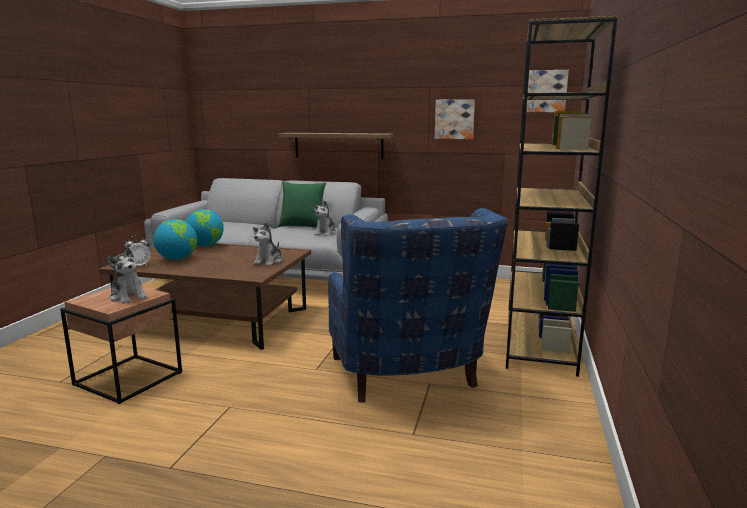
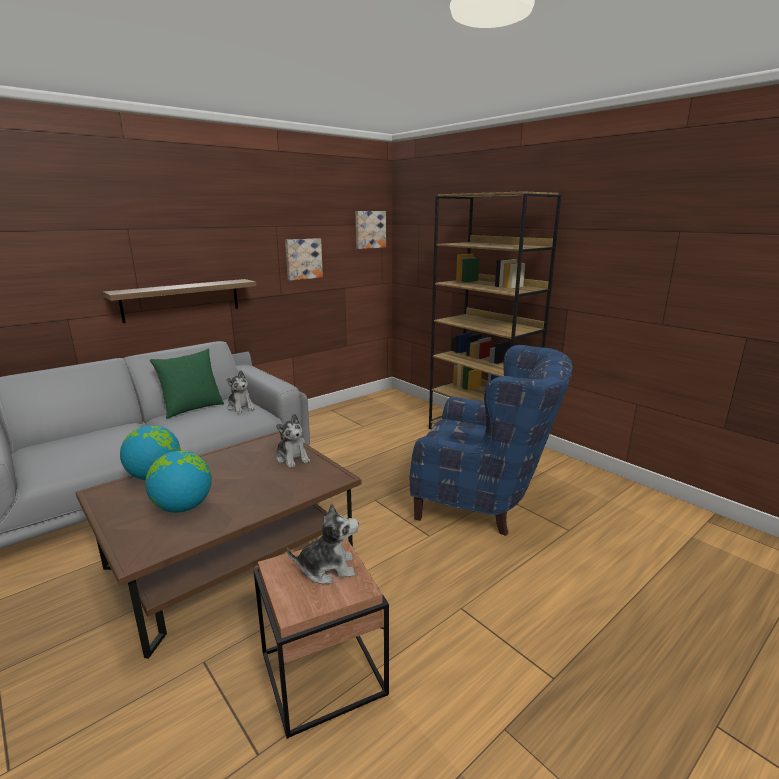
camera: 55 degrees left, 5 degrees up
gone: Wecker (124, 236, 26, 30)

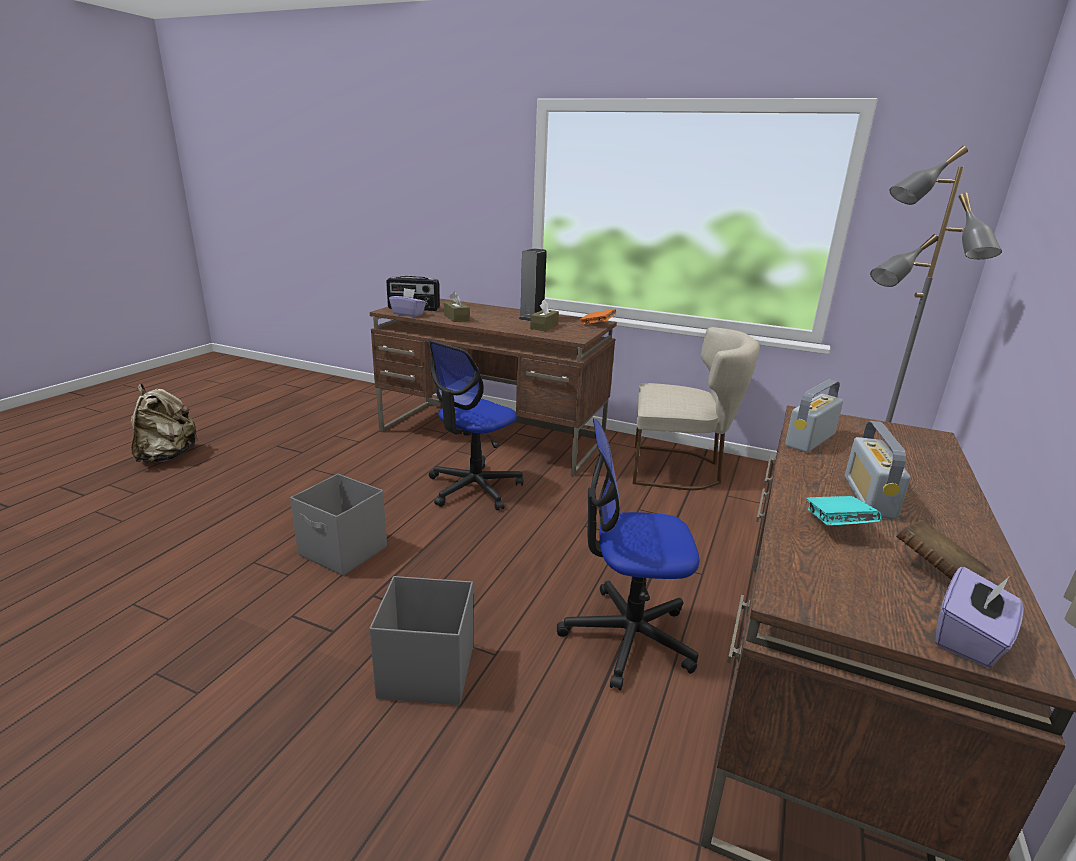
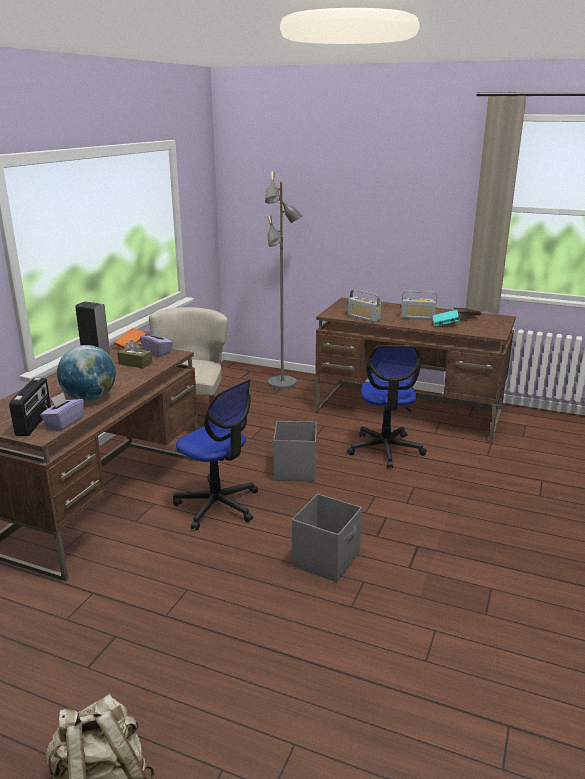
camera: 90 degrees left, 0 degrees up
shifted: Aufbewahrungsbox/grau (369, 576, 104, 129) to (272, 421, 45, 61); Taschentuchbox/lila (935, 567, 89, 101) to (140, 329, 33, 27)
swapped: Taschentuchbox/braun (444, 291, 26, 31) to Globus (57, 345, 59, 56)

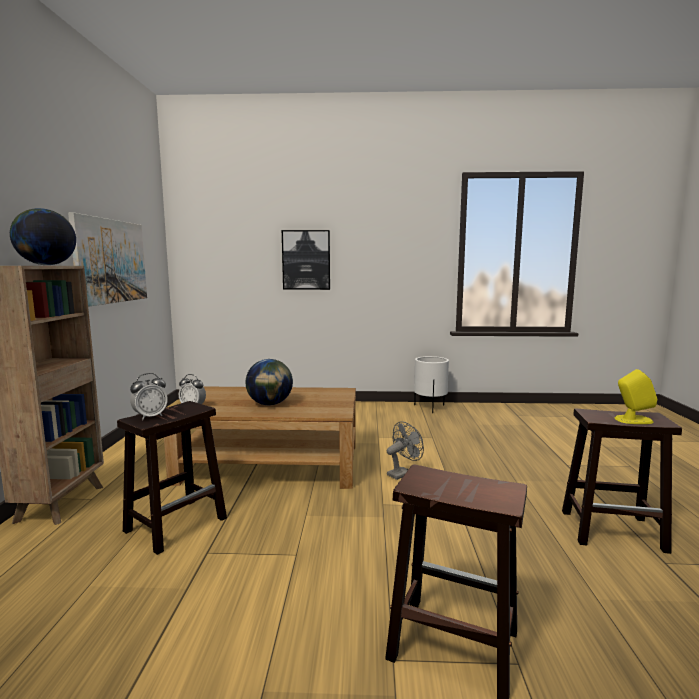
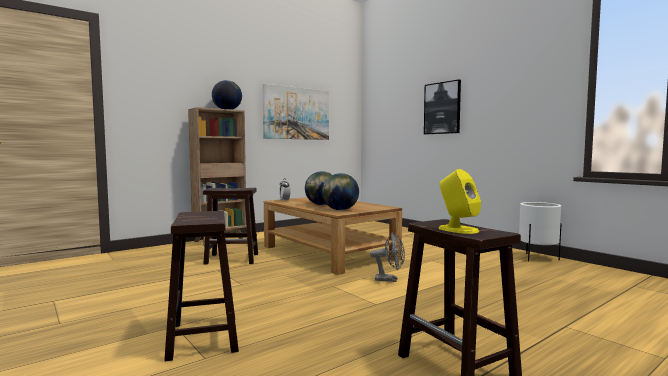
camera: 50 degrees right, 5 degrees down
gone: Wecker (130, 373, 38, 47)
new: Globus (322, 173, 37, 37)

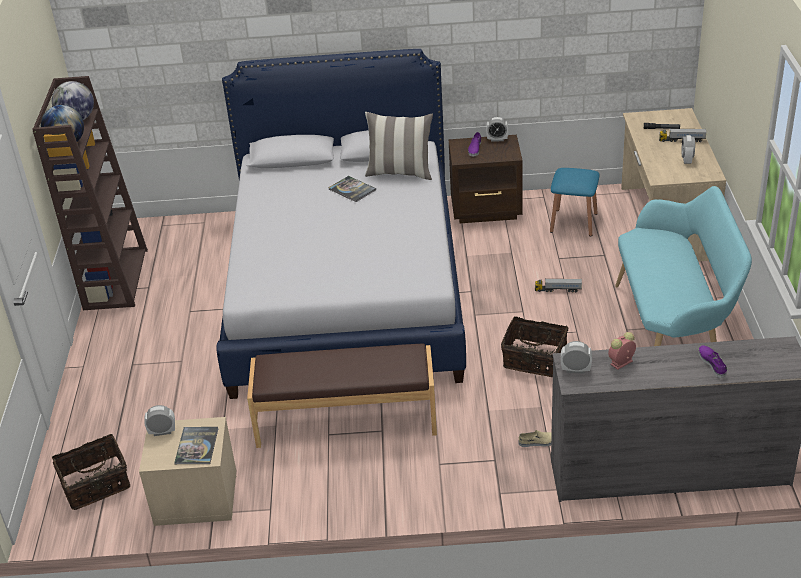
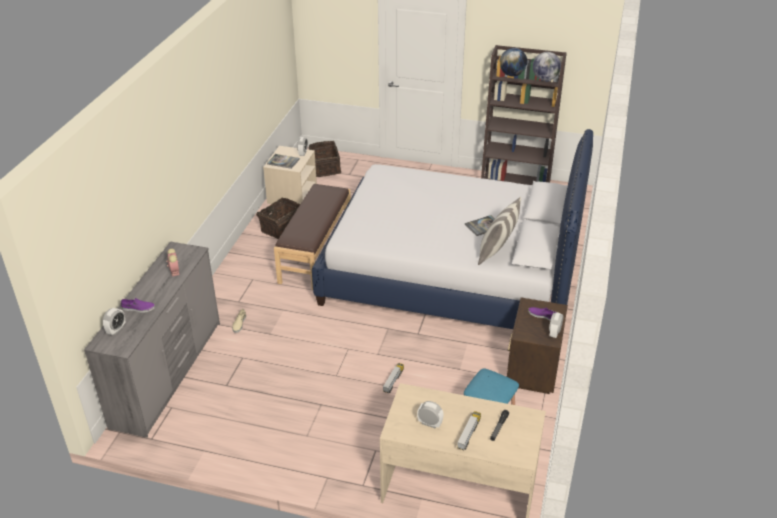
camera: 105 degrees right, 0 degrees up
gone: Bank/türkis (615, 186, 137, 160)
shifted: Korb (501, 316, 68, 61) to (256, 198, 44, 41); Wecker (561, 341, 31, 33) to (103, 308, 22, 27)

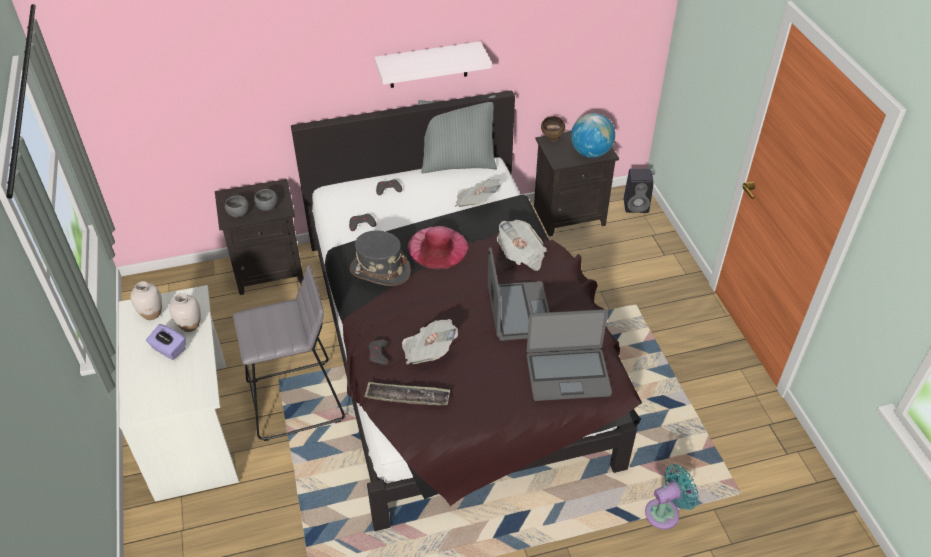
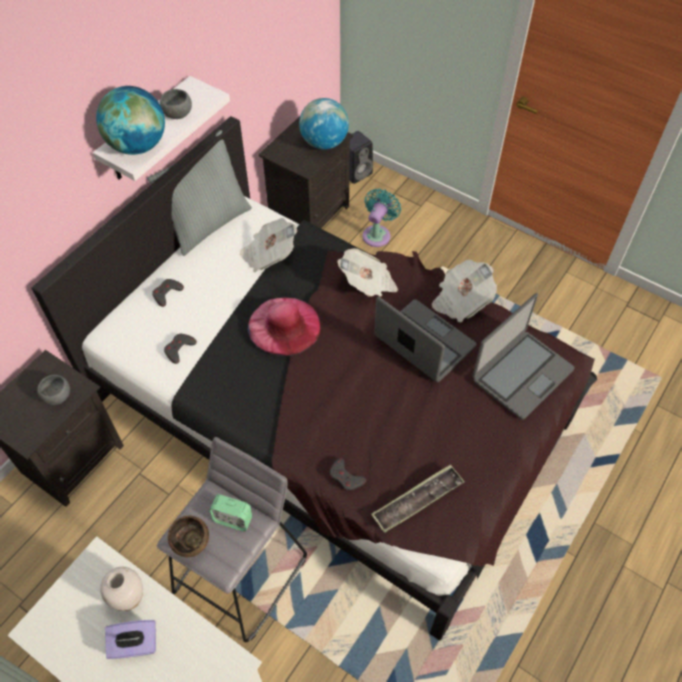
camera: 40 degrees left, 10 degrees up
gone: Vase/weiß (131, 281, 31, 39); Hut/grau (350, 230, 61, 56)
new: Globus (96, 86, 69, 69); Wecker (210, 494, 42, 37)
shifted: Schüssel/grau (225, 195, 24, 22) to (160, 89, 32, 30); Zeitung (402, 319, 56, 45) to (432, 259, 65, 64); Schüssel/braun (541, 116, 24, 26) to (168, 516, 41, 41); Ventilator/türkis (645, 464, 54, 65) to (363, 188, 38, 59)

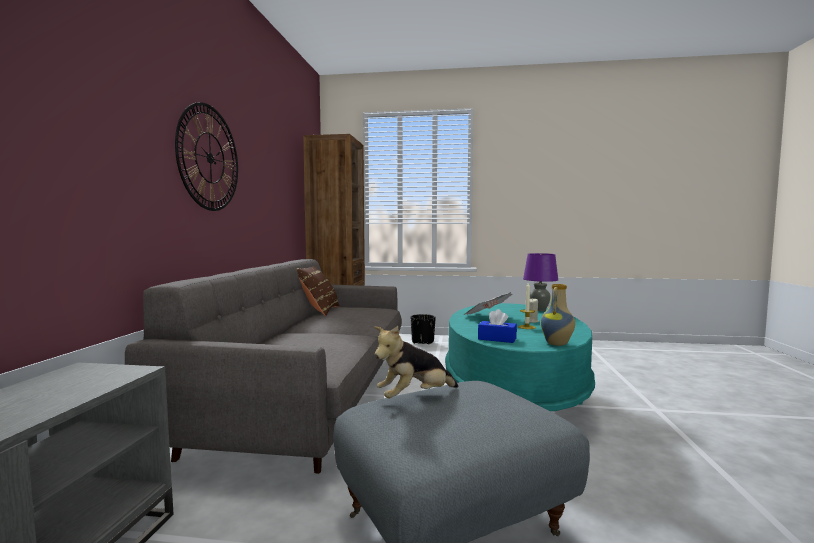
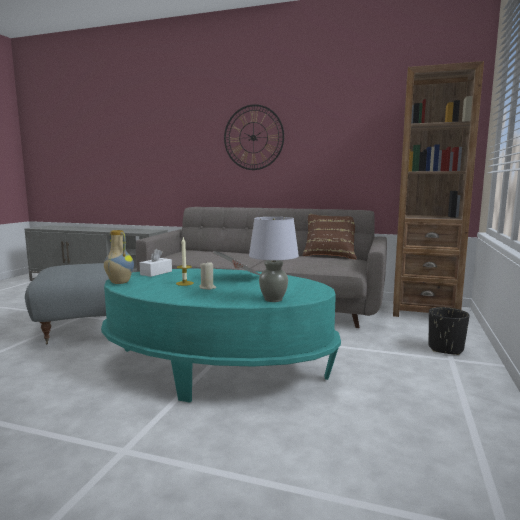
camera: 100 degrees right, 5 degrees up
gone: Plüschtier (375, 326, 83, 72)
repainted: Taschentuchbox/blau (478, 309, 39, 34) to Taschentuchbox/weiß (140, 249, 32, 28); Tischlampe/lila (523, 253, 35, 58) to Tischlampe/grau (249, 217, 50, 85)

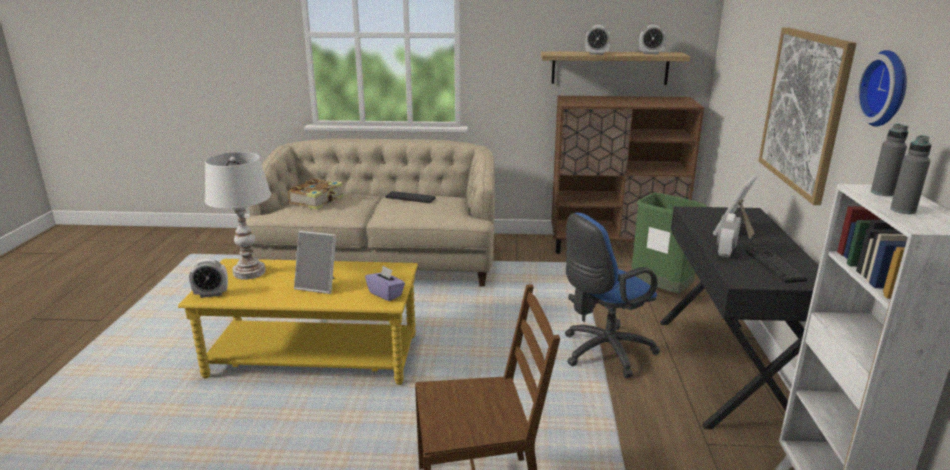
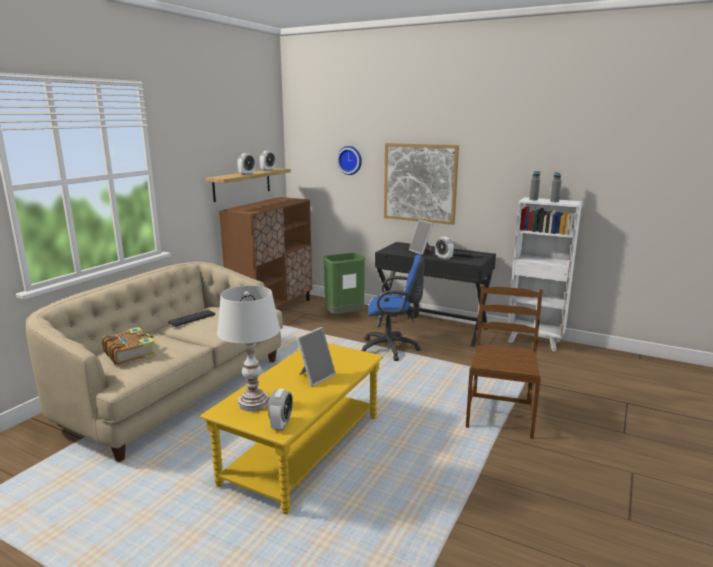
camera: 65 degrees left, 5 degrees down
gone: Taschentuchbox/lila (365, 266, 40, 35)
shifted: Wanduhr (856, 50, 51, 77) to (337, 146, 25, 29)
rotated: Bürostuhl/blau (565, 213, 95, 165) = (361, 255, 64, 106) 75 degrees counterclockwise

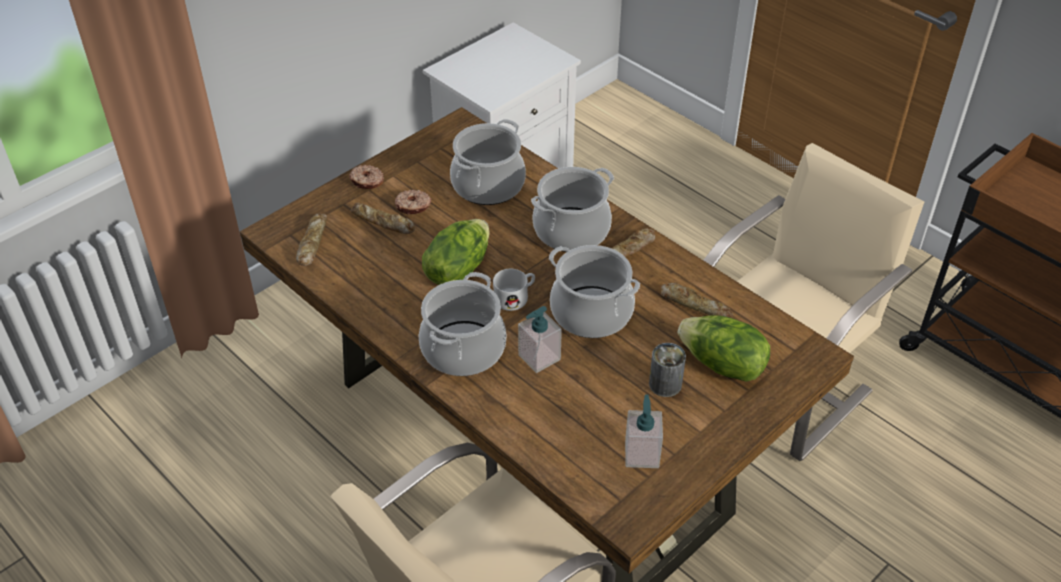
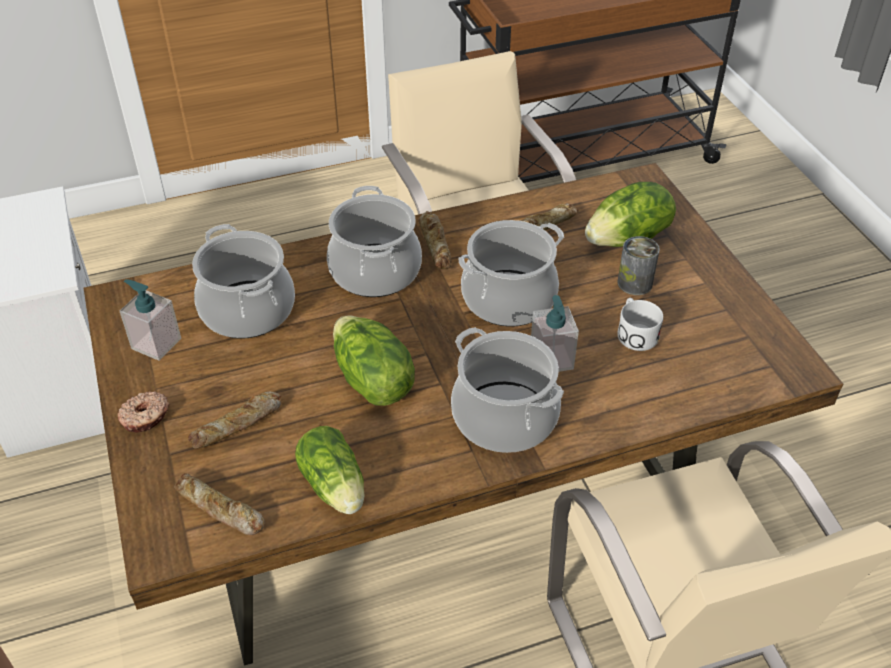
camera: 65 degrees left, 0 degrees up
gone: Donut (395, 190, 36, 25)
new: Salatkopf (295, 426, 70, 88)
shifted: Henkelbecher/weiß (493, 269, 42, 42) to (618, 298, 45, 53); Seifenspender (625, 394, 38, 74) to (120, 279, 61, 82)

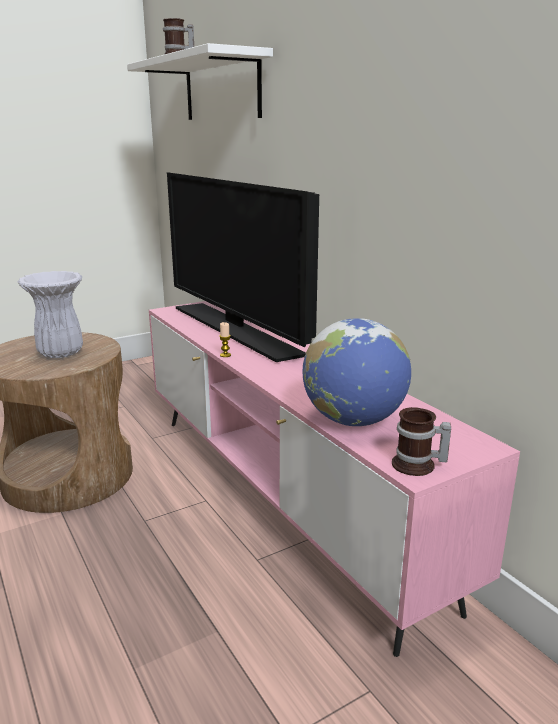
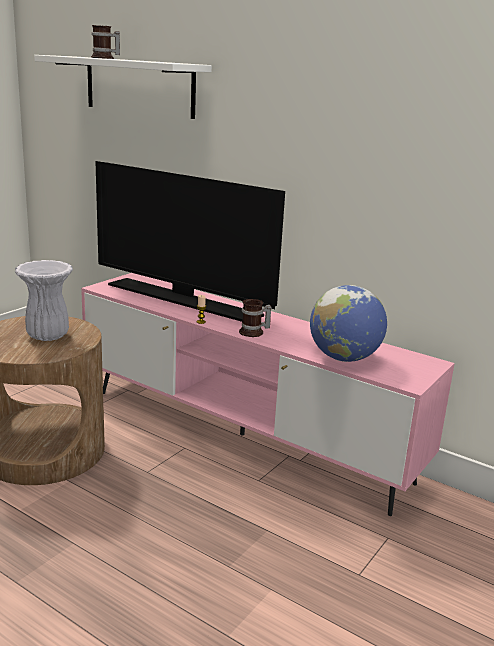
camera: 25 degrees left, 0 degrees up
shifted: Henkelbecher (392, 407, 59, 69) to (239, 299, 32, 38)

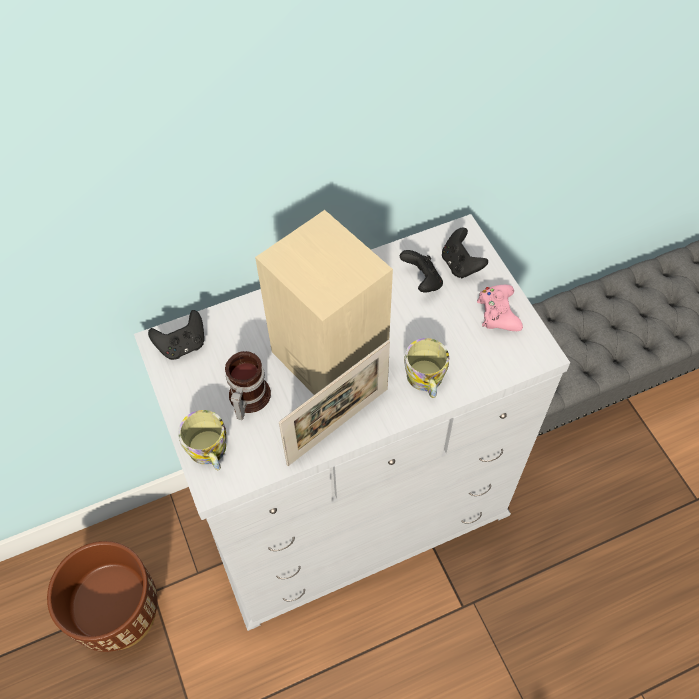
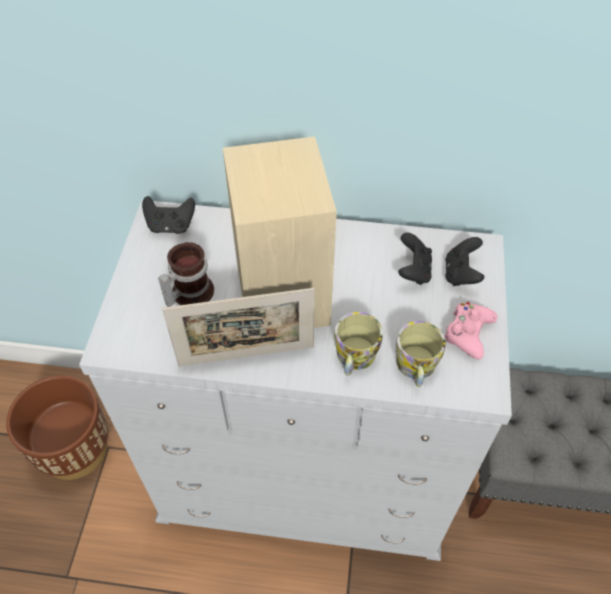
camera: 30 degrees right, 5 degrees down
shifted: Henkelbecher (178, 410, 48, 60) to (396, 321, 50, 66)

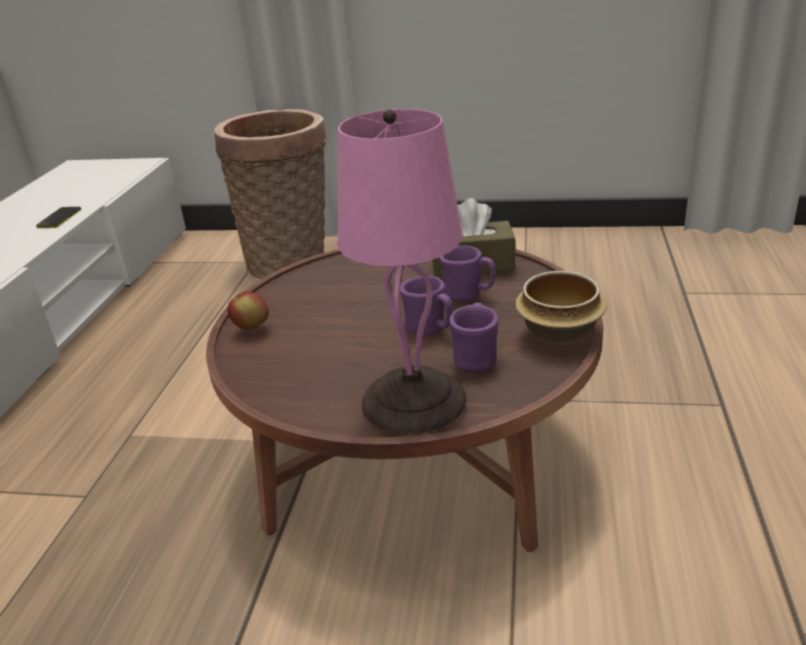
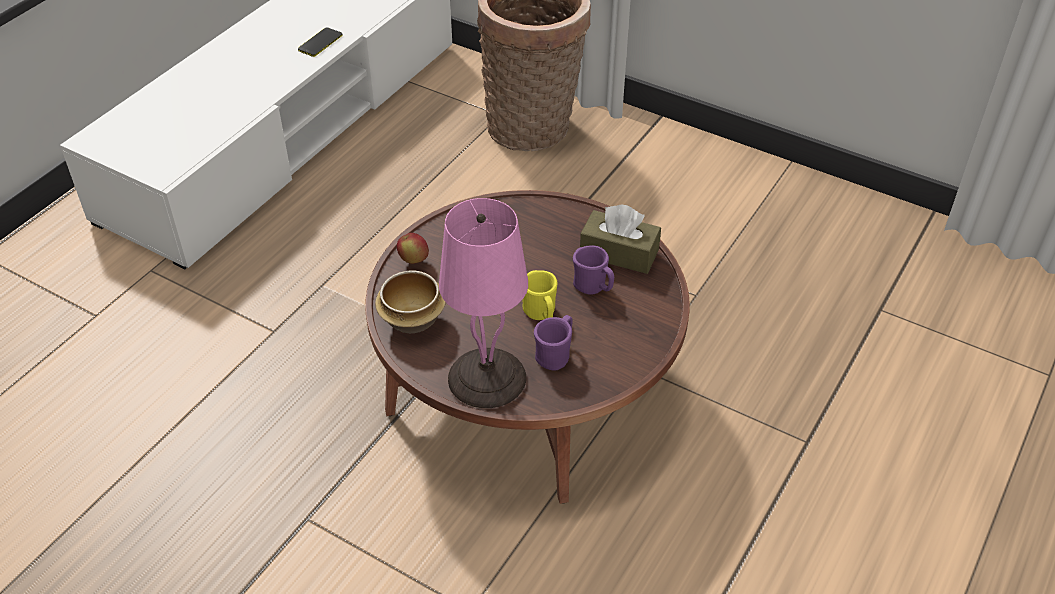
camera: 20 degrees right, 15 degrees up
shifted: Schüssel (515, 271, 92, 74) to (375, 271, 71, 62)
repainted: Henkelbecher/lila (400, 276, 53, 60) to Henkelbecher/gelb (522, 270, 35, 50)

